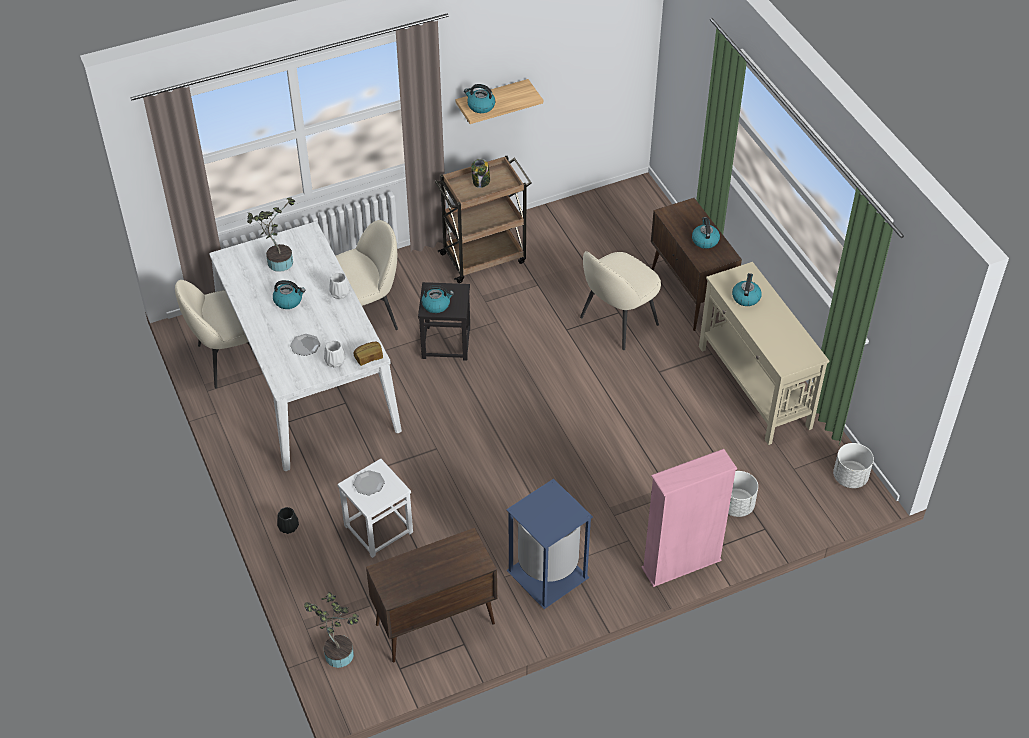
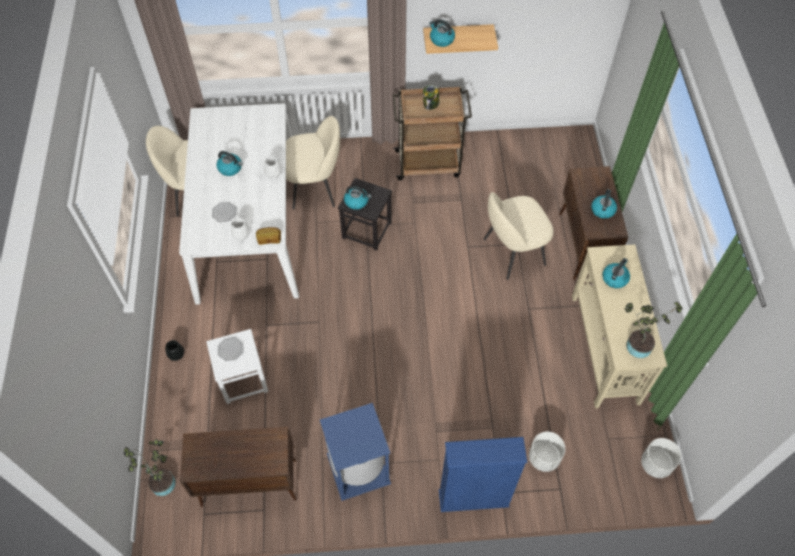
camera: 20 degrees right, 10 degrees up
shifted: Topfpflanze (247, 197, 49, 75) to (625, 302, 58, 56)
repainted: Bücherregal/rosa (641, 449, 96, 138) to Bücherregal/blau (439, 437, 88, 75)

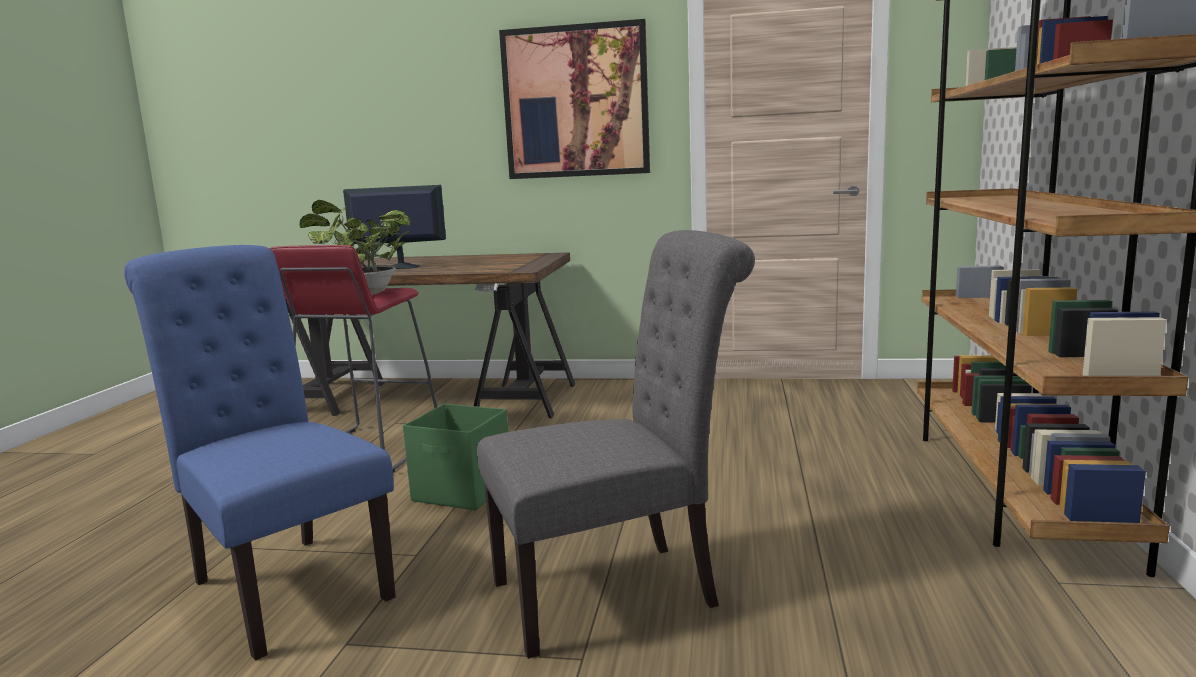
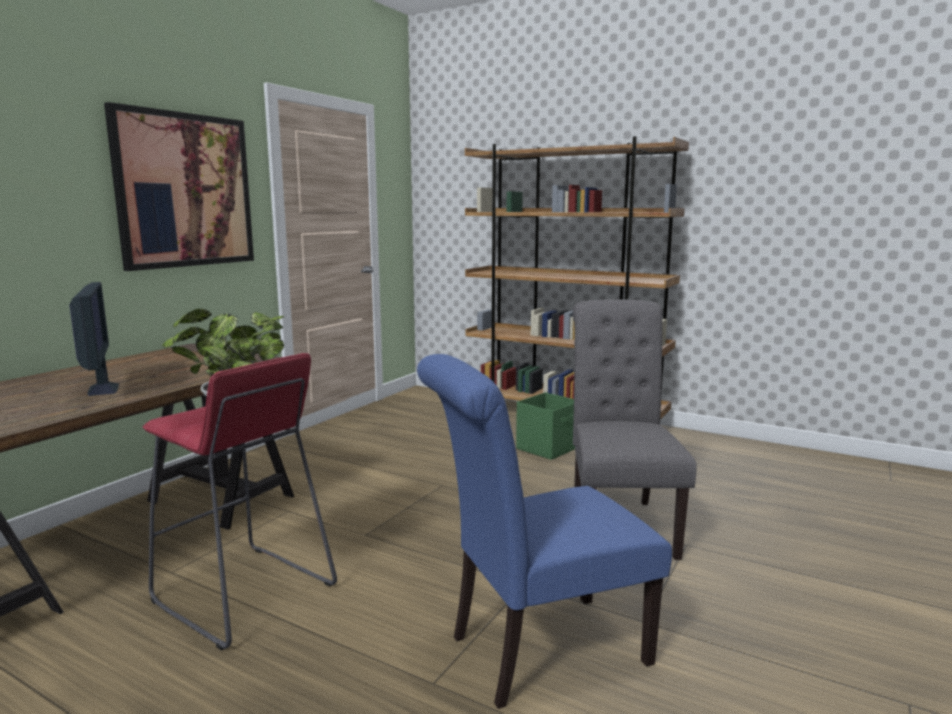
camera: 70 degrees left, 0 degrees up
shifted: Aufbewahrungsbox/grün (403, 404, 105, 106) to (516, 392, 59, 68)
rotated: Monitor (343, 185, 103, 84) = (69, 282, 50, 114) 135 degrees clockwise

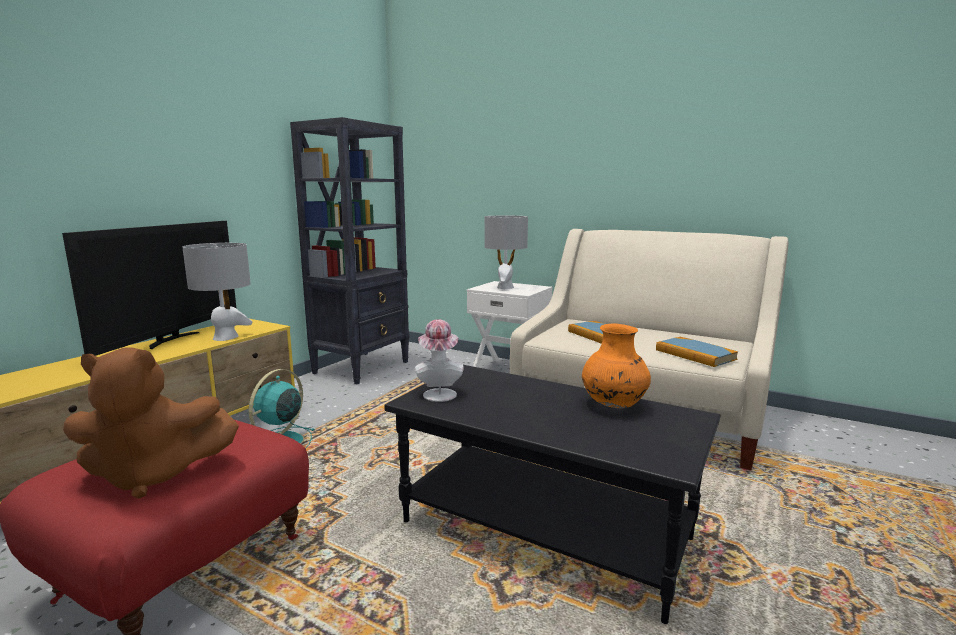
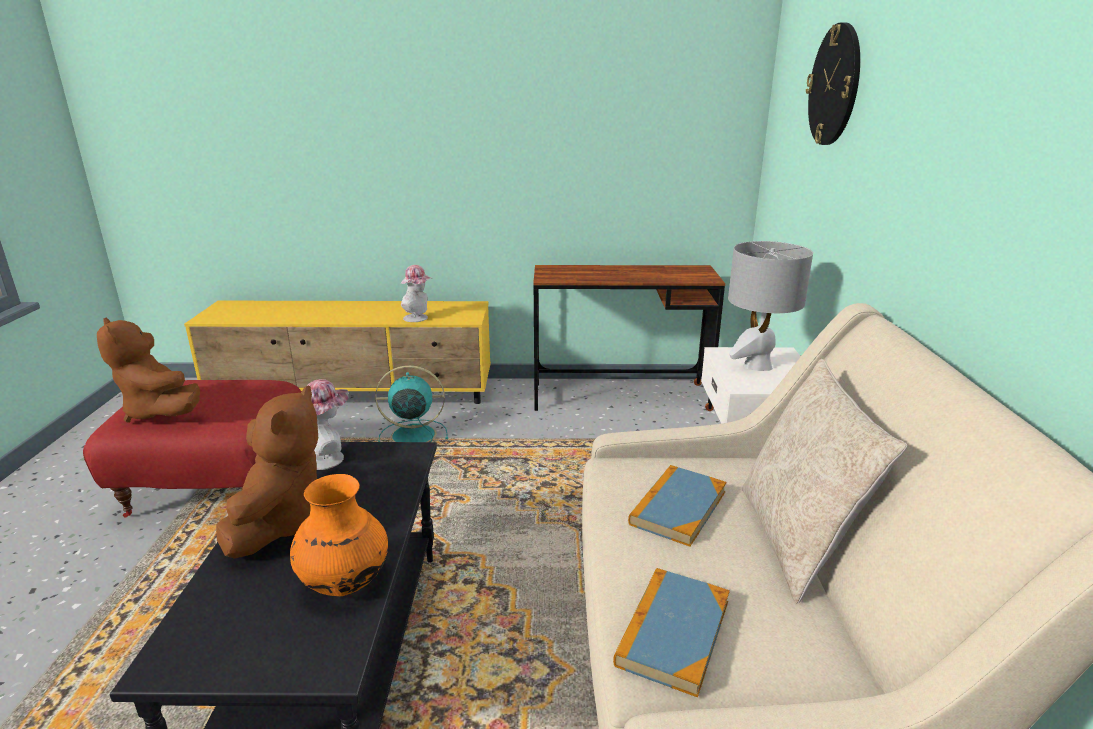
camera: 60 degrees right, 10 degrees up
gone: Fernseher (62, 221, 175, 135)
new: Plüschtier/braun (216, 386, 102, 173); Kissen/beige (742, 359, 165, 245); Wanduhr (806, 23, 54, 122)
swapped: Tischlampe/grau (182, 243, 70, 98) to Hut (401, 265, 31, 57); Bücherregal/schwarz (290, 117, 119, 267) to Schreibtisch/braun (533, 265, 192, 146)

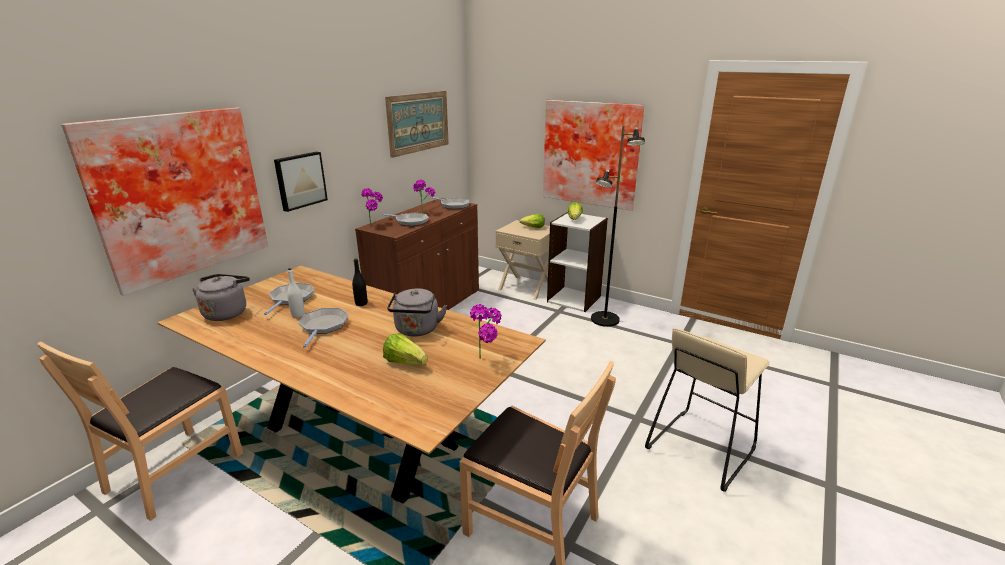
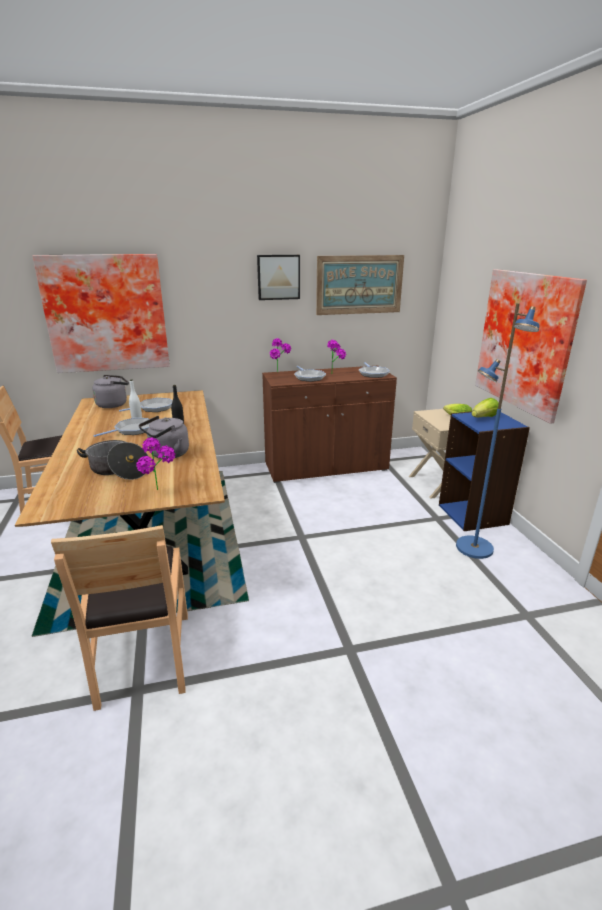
camera: 45 degrees right, 0 degrees up
gone: Hocker/beige (645, 328, 125, 164)
shifted: Bild (274, 151, 54, 61) to (257, 255, 43, 45)
swapped: Salatkopf (383, 333, 45, 33) to Kochtopf (77, 440, 71, 40)
repainted: Bücherregal/weiß (547, 212, 61, 100) to Bücherregal/blau (439, 411, 91, 120); Stehlampe/schwarz (591, 126, 54, 201) to Stehlampe/blau (456, 303, 84, 256)

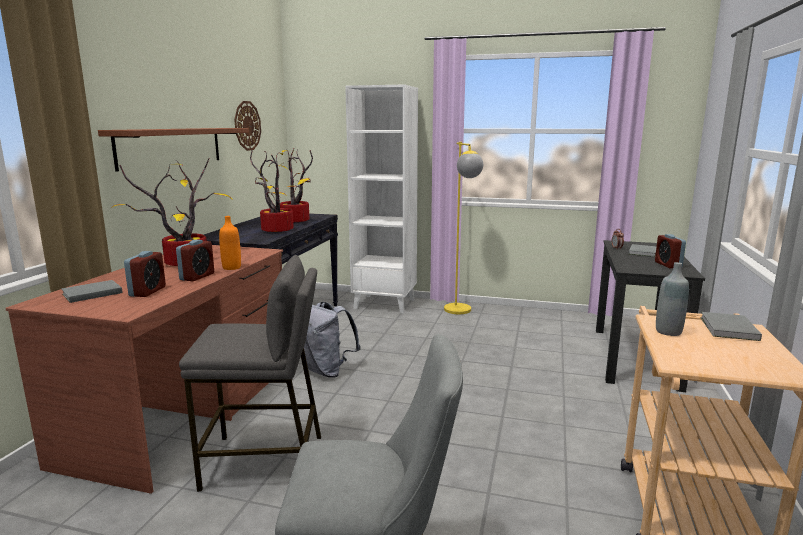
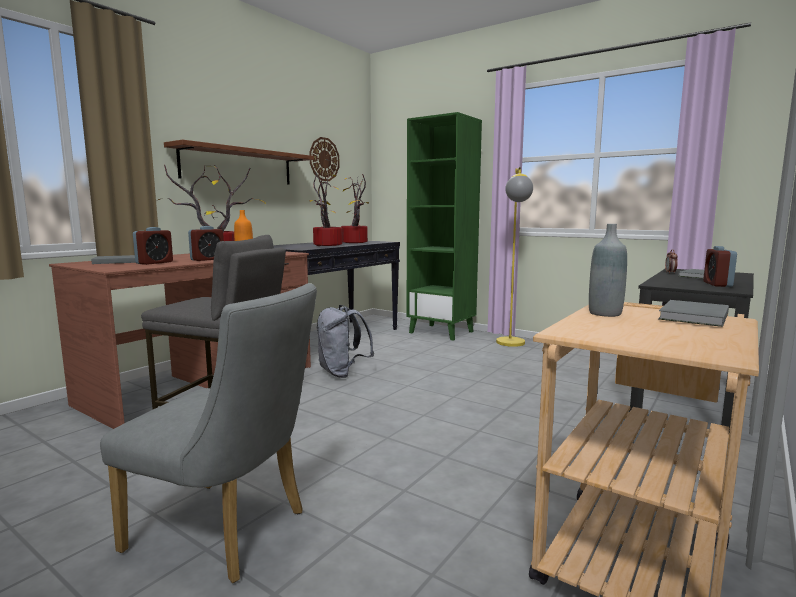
camera: 20 degrees right, 5 degrees down
repainted: Bücherregal/weiß (345, 85, 73, 229) to Bücherregal/grün (407, 112, 75, 229)

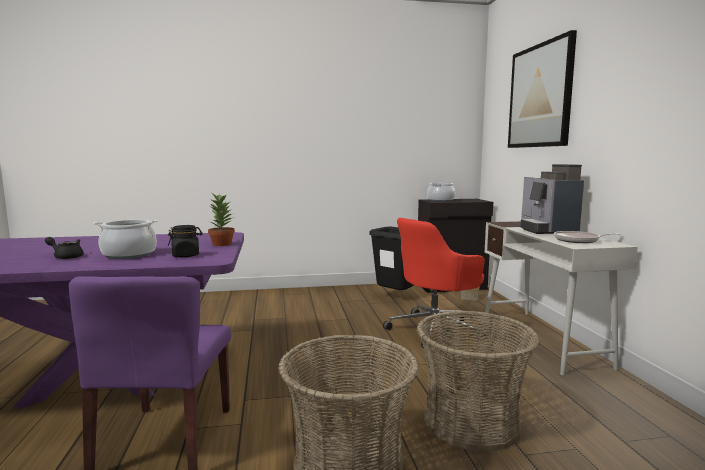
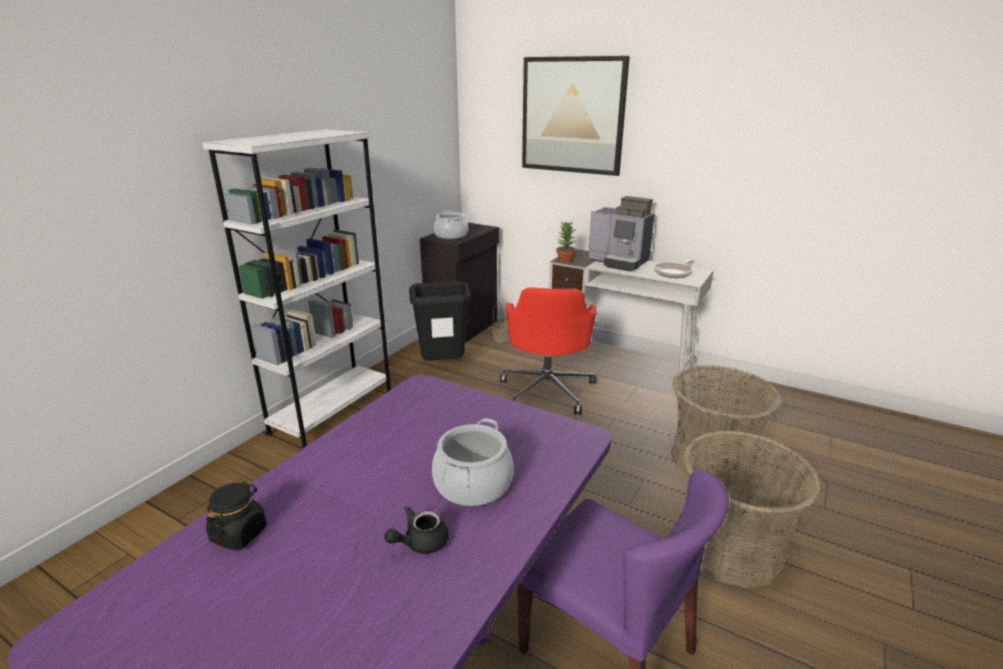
camera: 50 degrees left, 15 degrees up
new: Bücherregal/weiß (202, 129, 189, 320)
shifted: Vorratsglas/schwarz (168, 225, 35, 32) to (206, 482, 61, 68); Topfpflanze (208, 193, 27, 53) to (556, 221, 21, 42)

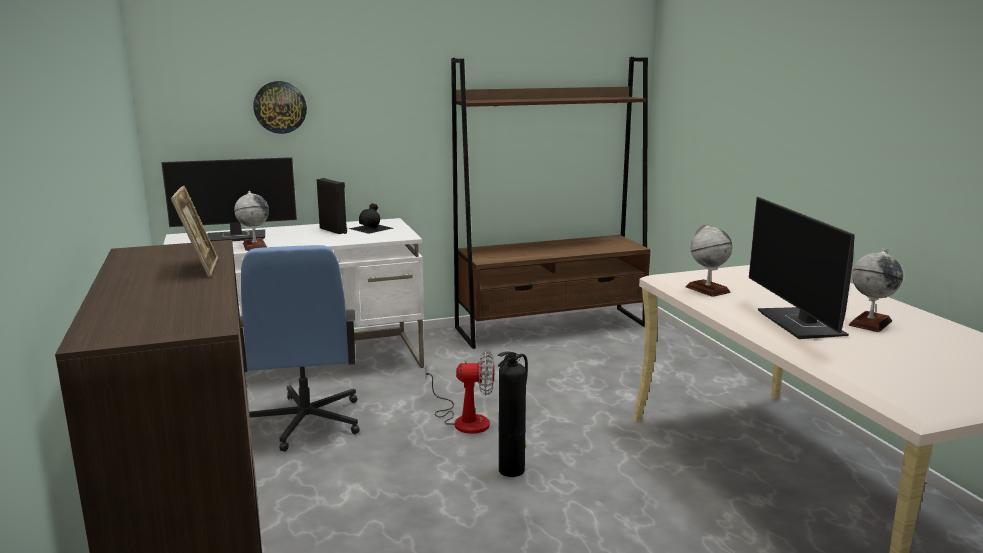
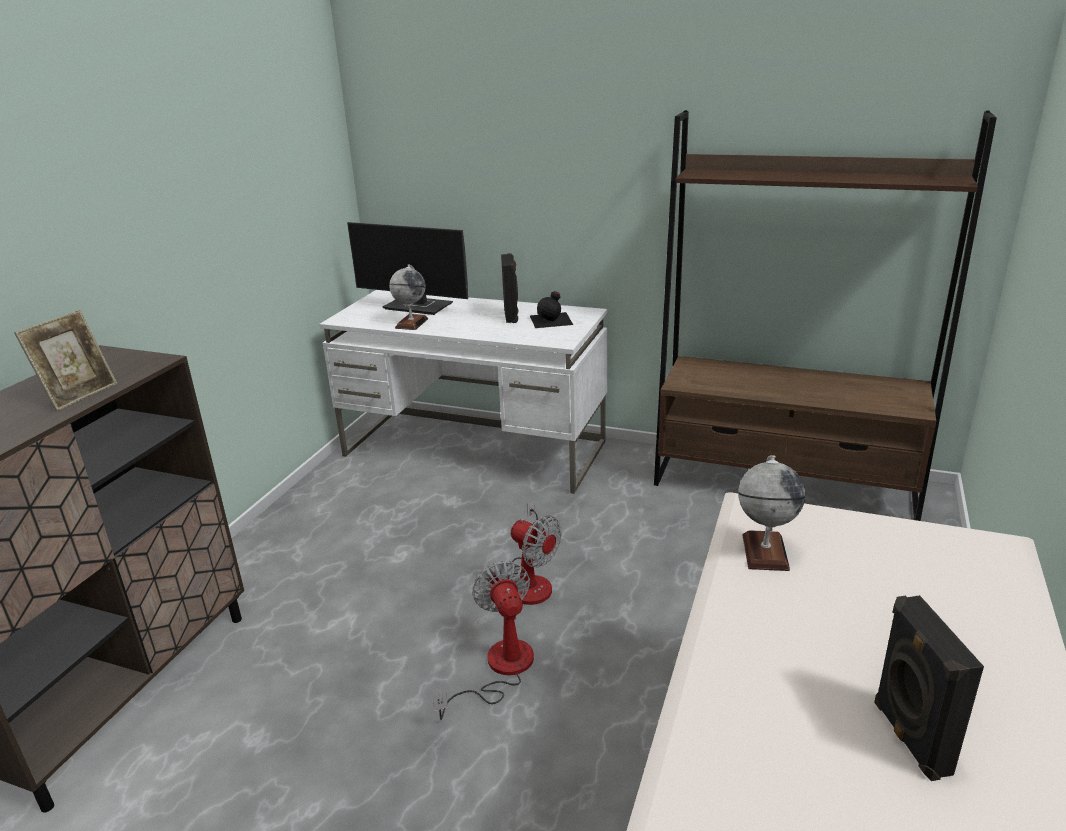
camera: 40 degrees right, 10 degrees up
gone: Bürostuhl/blau (240, 245, 120, 207); Wanduhr (253, 81, 54, 53); Monitor (749, 197, 106, 142)
swapped: Feuerlöscher (498, 352, 30, 125) to Ventilator (432, 561, 102, 159); Globus (849, 249, 54, 83) to Lautsprecher/schwarz (874, 595, 110, 186)

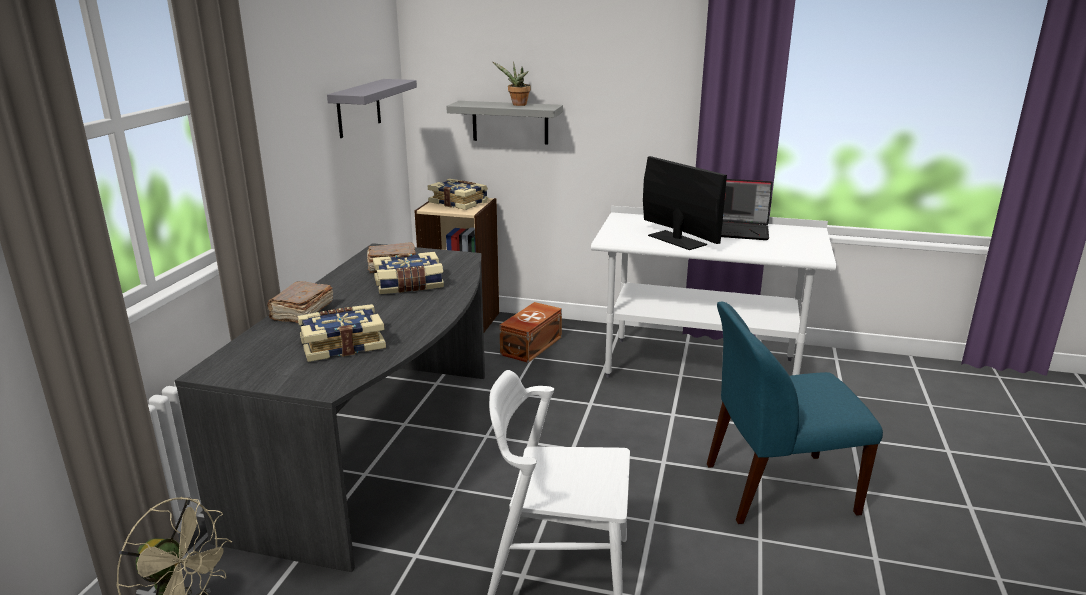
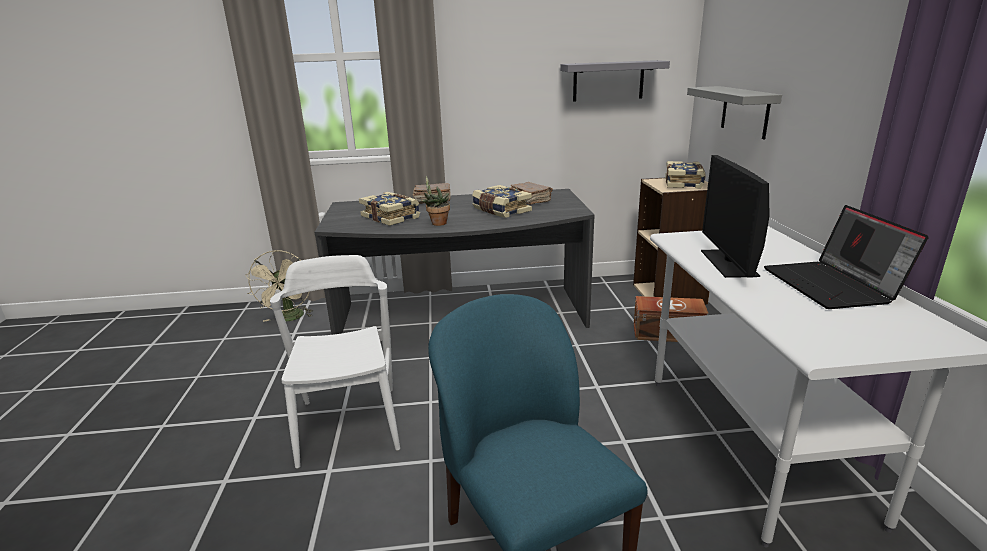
camera: 70 degrees right, 0 degrees up
shifted: Topfpflanze (493, 62, 38, 44) to (421, 176, 29, 50)
rotated: Monitor (643, 156, 84, 94) = (701, 155, 69, 123) 150 degrees clockwise

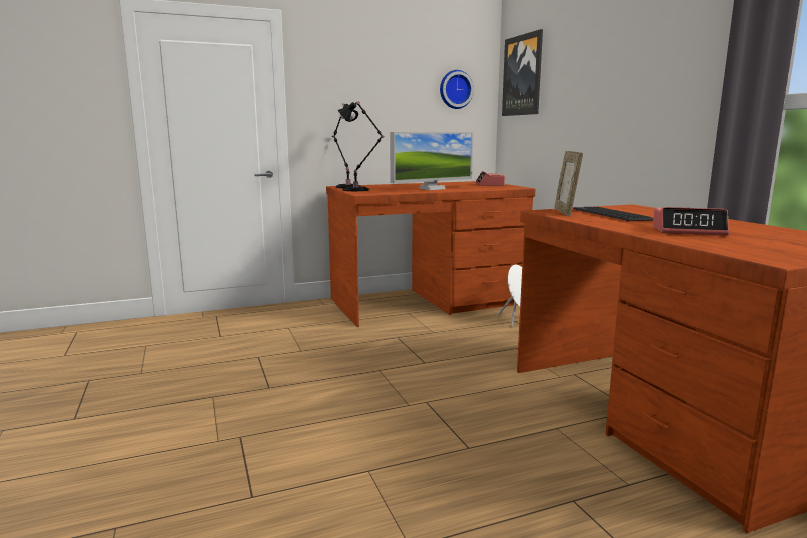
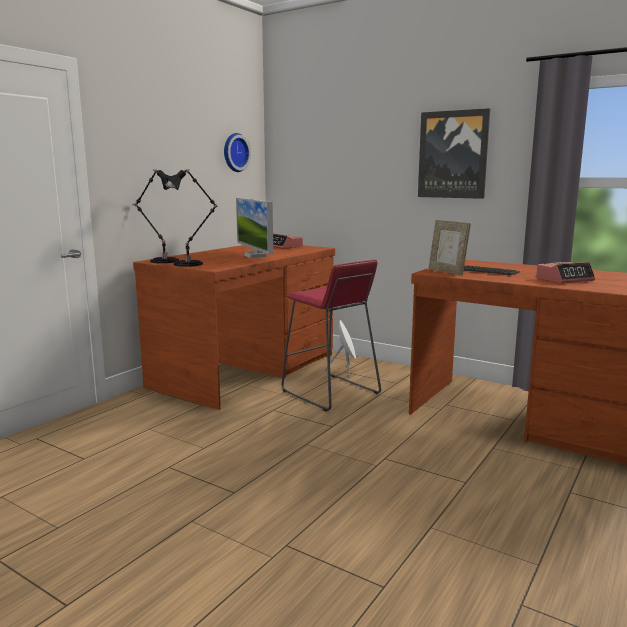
camera: 35 degrees left, 0 degrees up
new: Hocker/rot (282, 260, 99, 151)
shifted: Bild (502, 29, 41, 87) to (418, 108, 72, 91)
rotated: Monitor (390, 132, 83, 58) = (236, 198, 37, 60) 135 degrees clockwise

